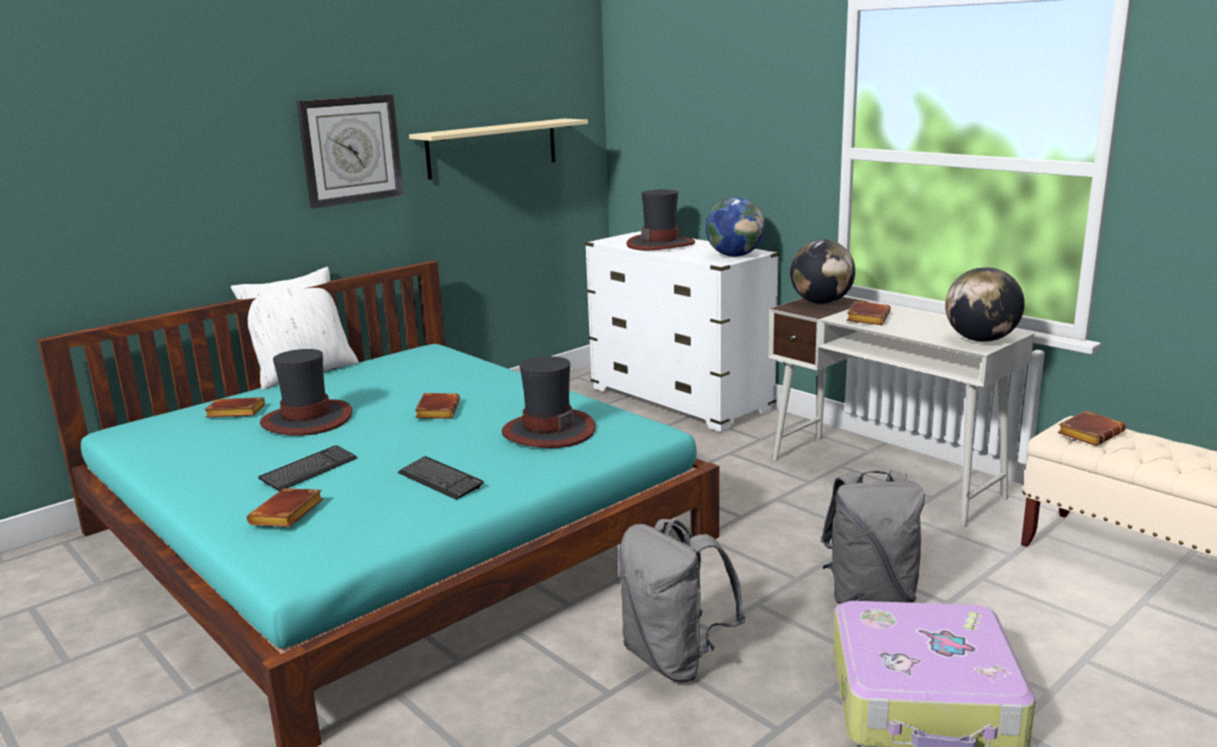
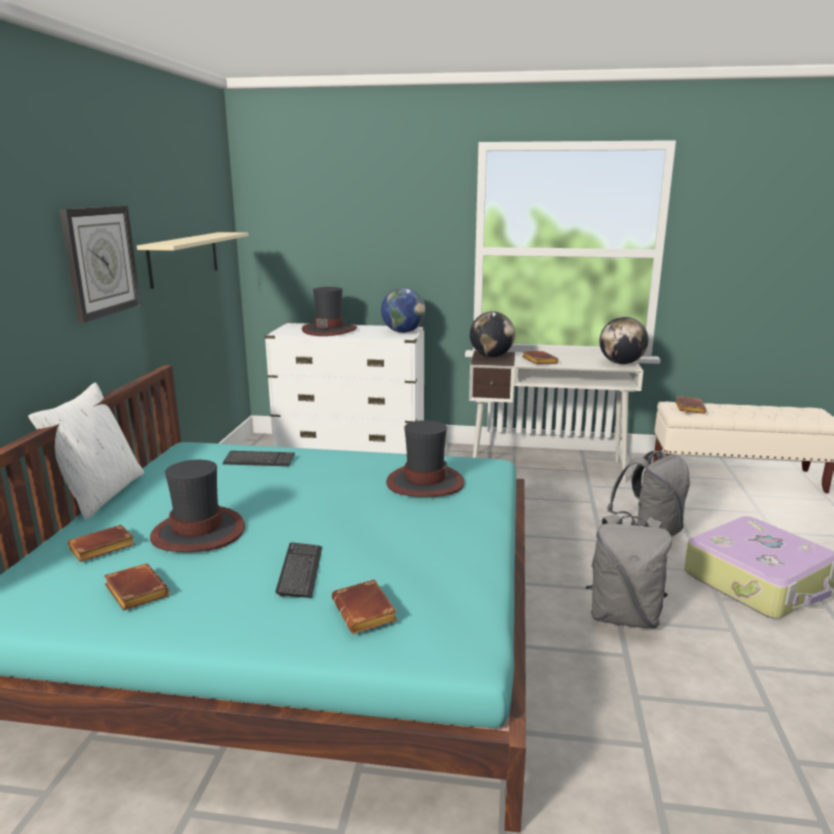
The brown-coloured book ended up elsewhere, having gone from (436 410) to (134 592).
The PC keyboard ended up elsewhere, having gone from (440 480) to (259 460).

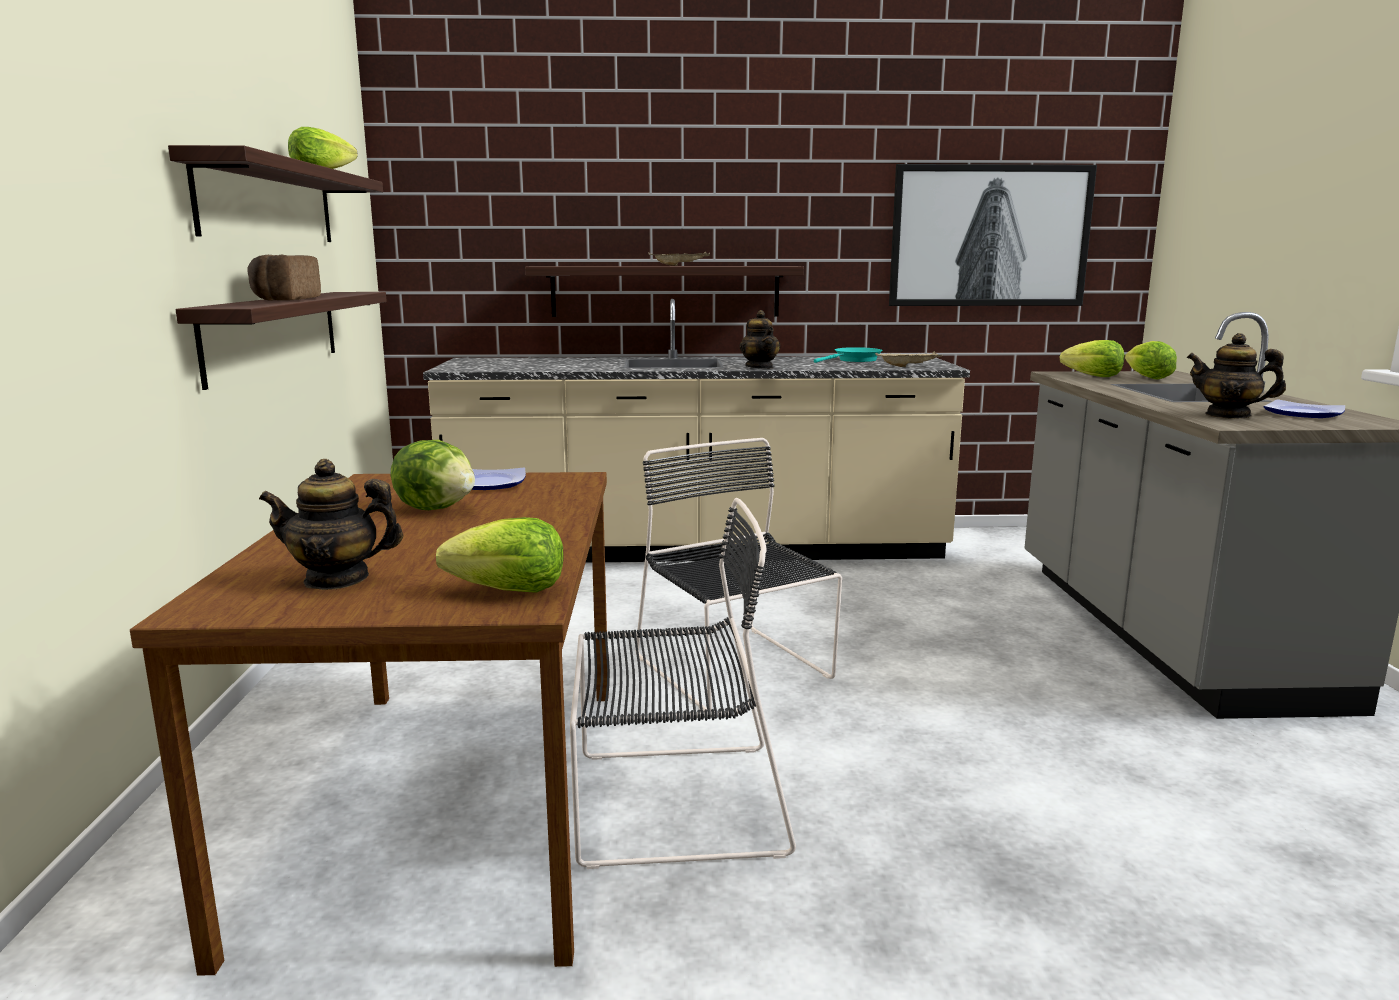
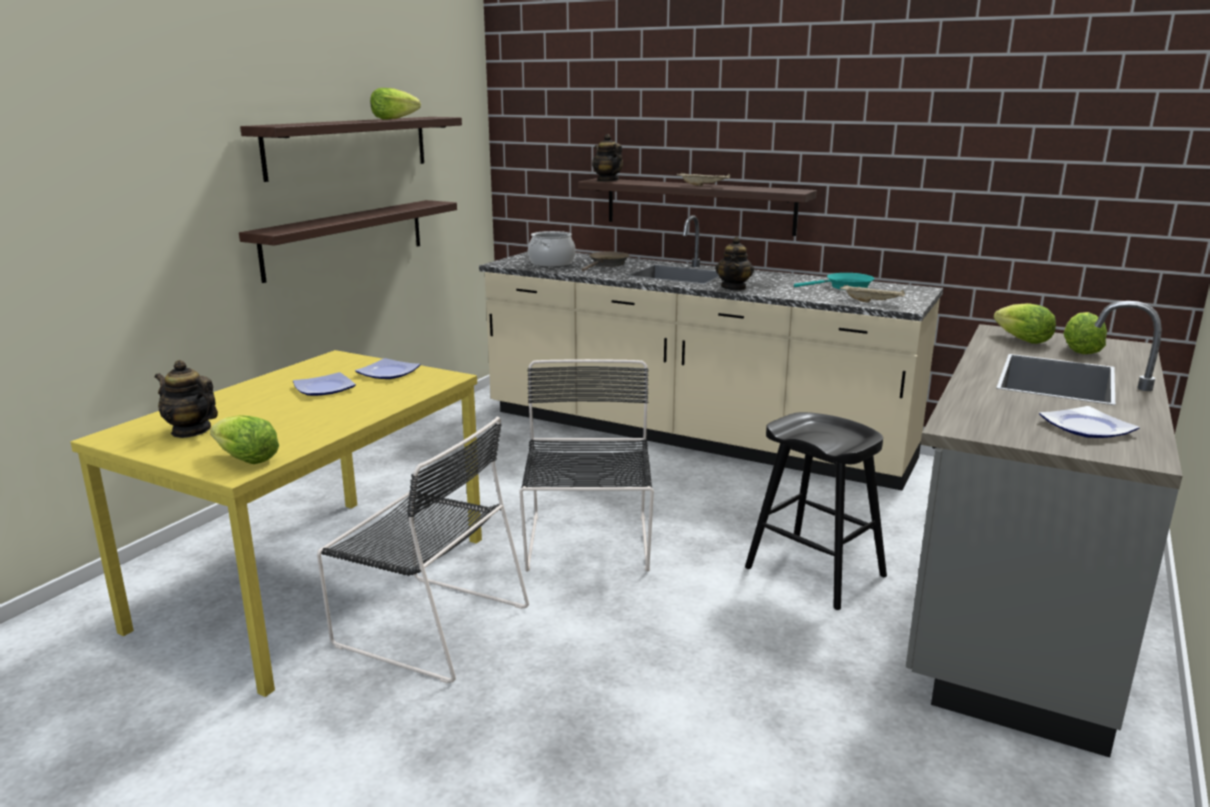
What was the brown-coloured dining table at (454 803) turned into the yellowish dining table at (316 583).
Where the lettuce head stood at (437 508), the plate came to stand at (325 388).
The second view gained the stockpot at (552 263).
The second view gained the brown-coloured skillet at (607 264).
The tea pot ended up elsewhere, having gone from (1228 415) to (607 180).
The second view gained the black stool at (814 572).
The second view lost the bread at (284 299).
The second view lost the wall art at (990 236).

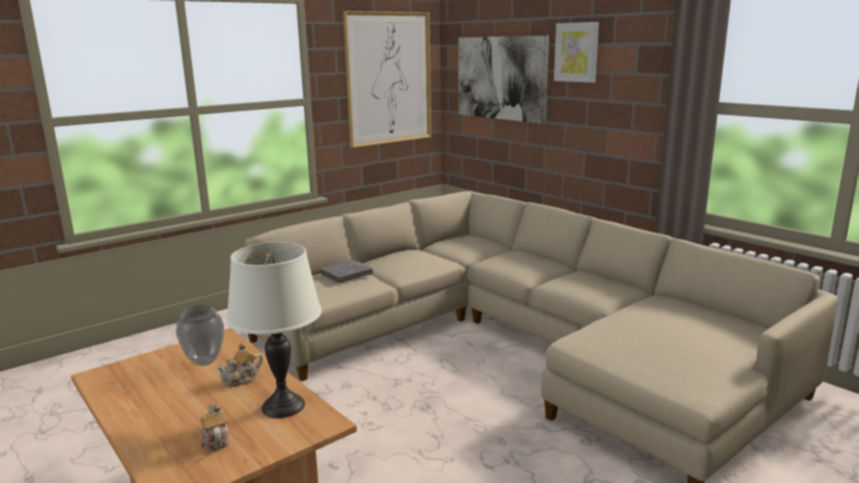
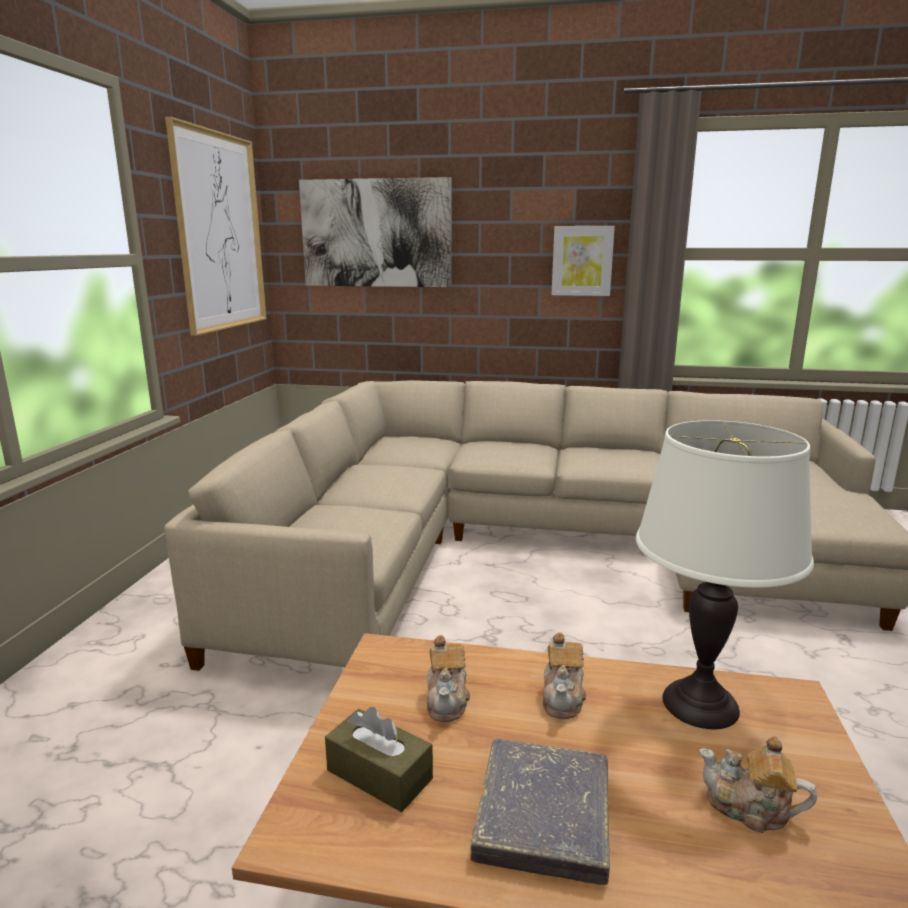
The second view gained the brown-coloured tissue box at (379 774).
Where the flower vase stood at (205 361), the tea pot came to stand at (447 700).
The gray book ended up elsewhere, having gone from (346 274) to (543 815).
The wall art ended up elsewhere, having gone from (576 52) to (582 261).

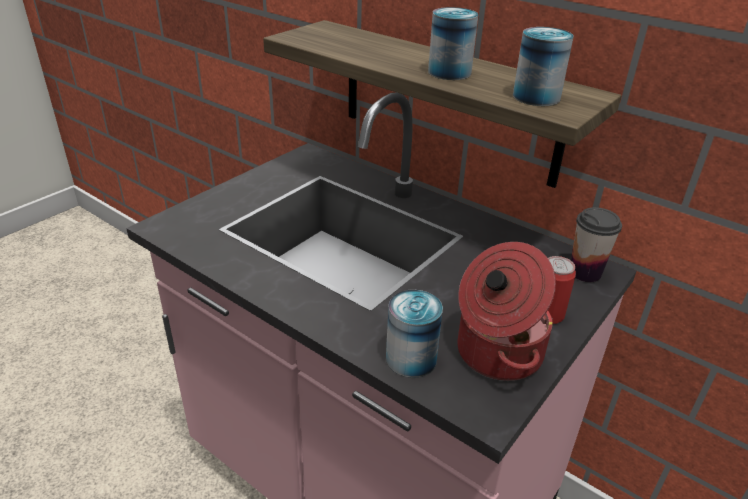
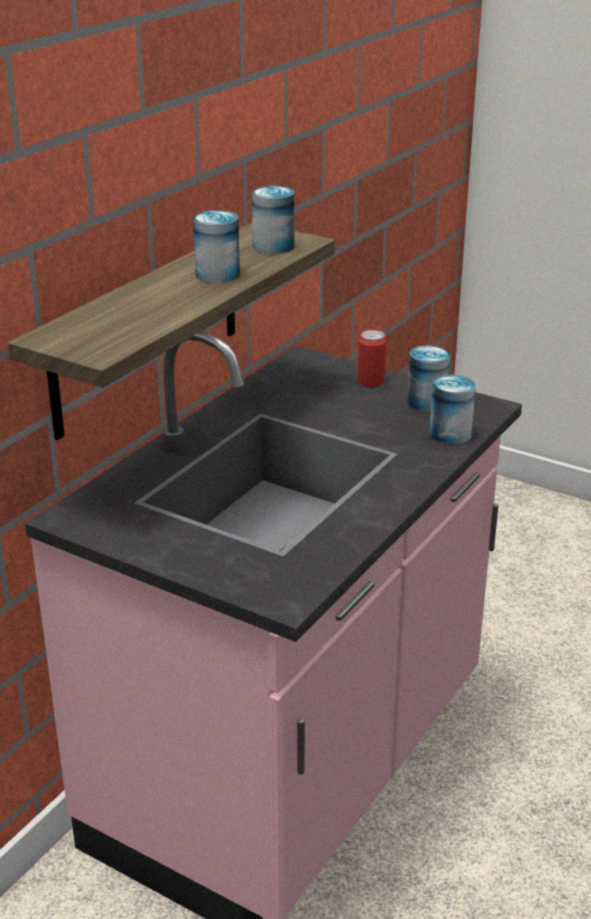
Where the stockpot stood at (496 352), the sealed can came to stand at (427 402).
The second view lost the drinking cup at (585 272).

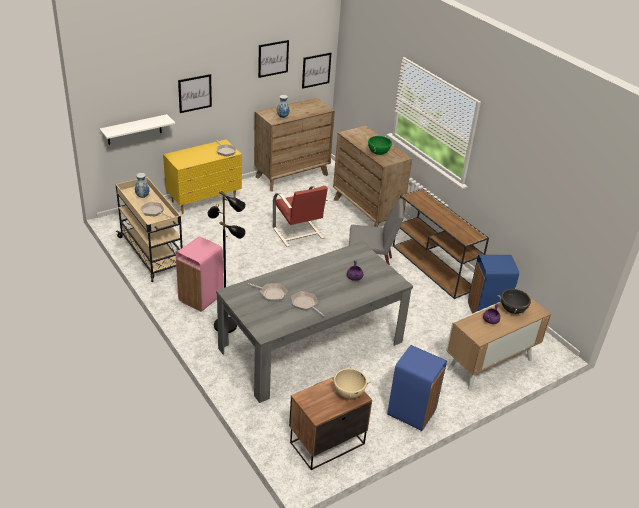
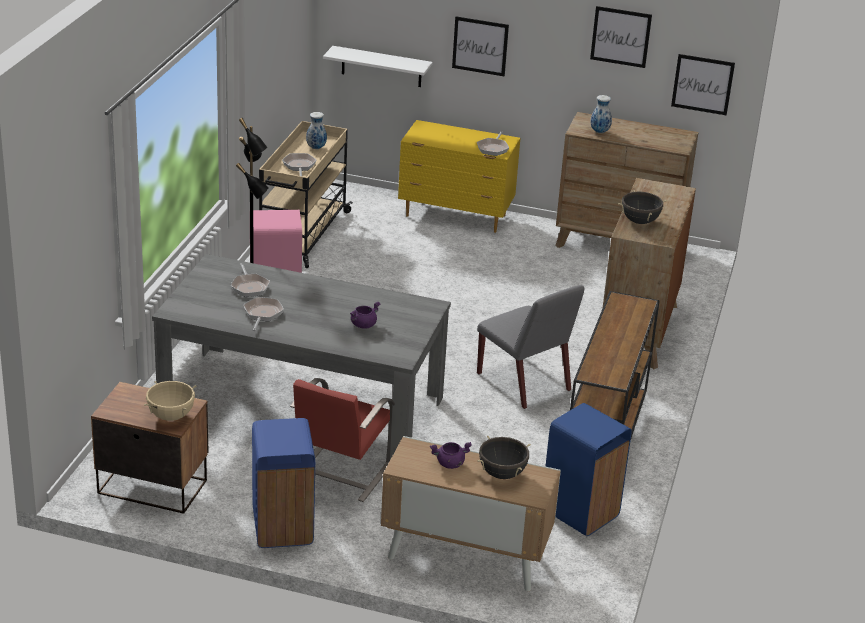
The red-coloured chair ended up elsewhere, having gone from (298 234) to (340 473).
What was the green stockpot at (378 153) turned into the black stockpot at (639 221).

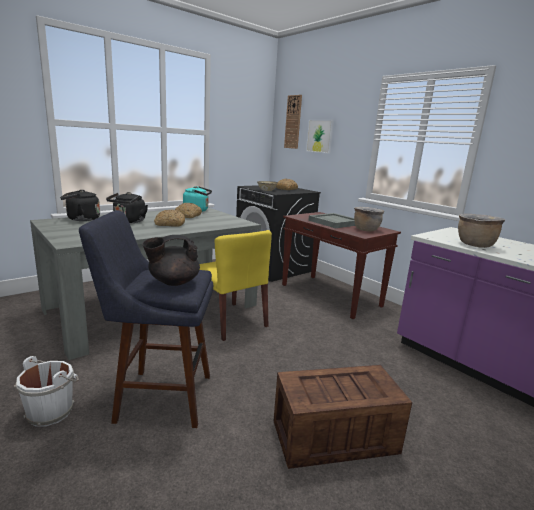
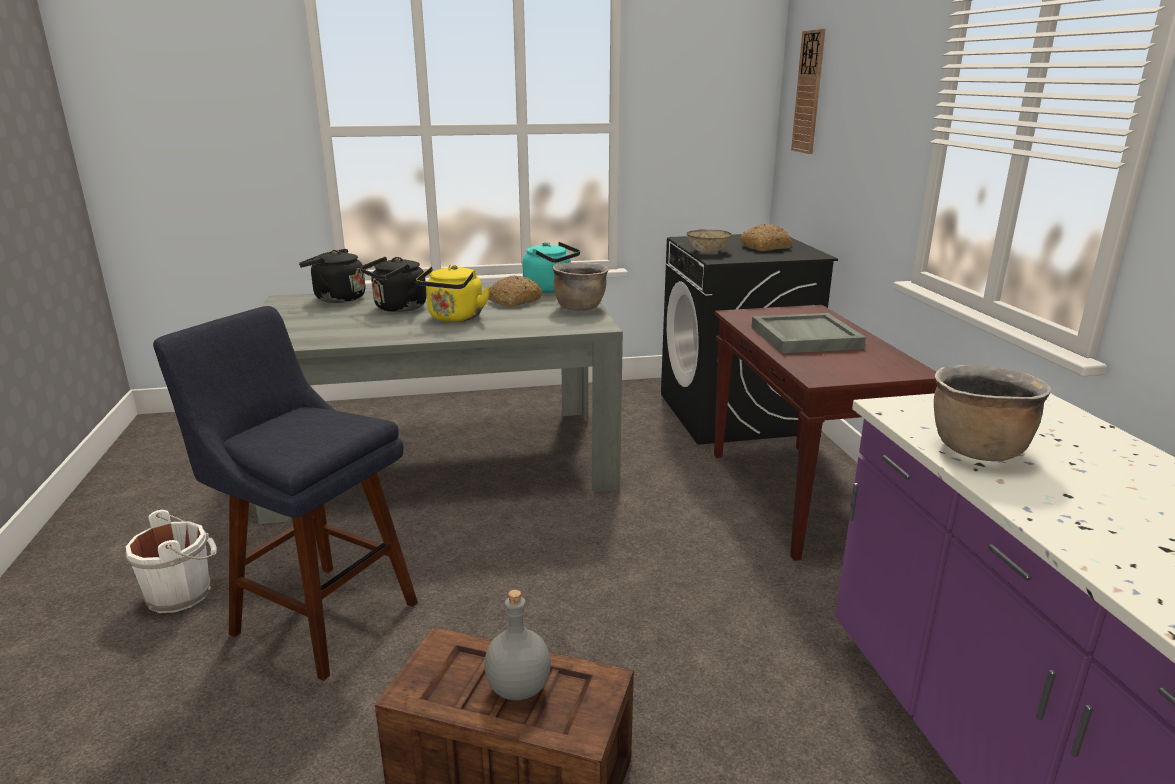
Where the bread stood at (170 224), the yellowish kettle came to stand at (454 318).
The second view gained the gray beverage bottle at (519 687).
The brown-coloured stockpot ended up elsewhere, having gone from (366 230) to (580 307).
The second view lost the black tea pot at (173 282).
The second view lost the yellowish chair at (230 320).
The second view lost the wall art at (320 136).

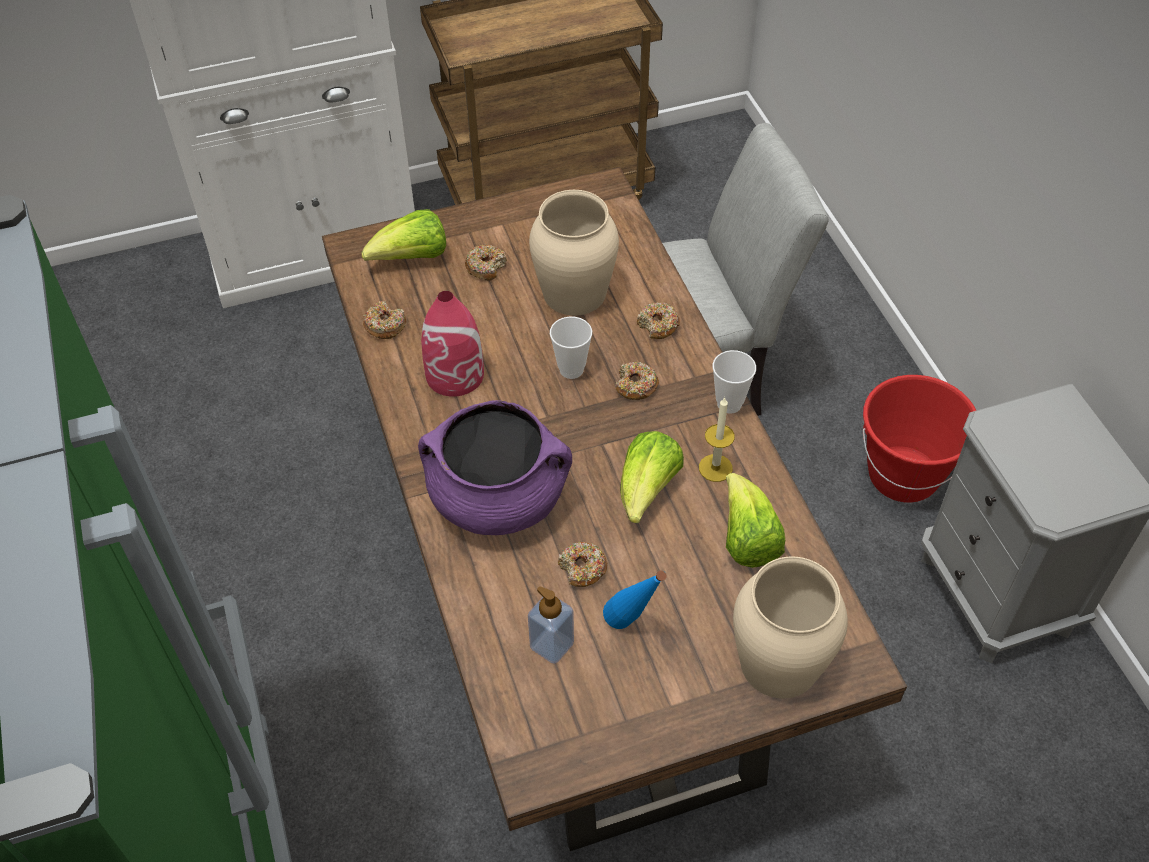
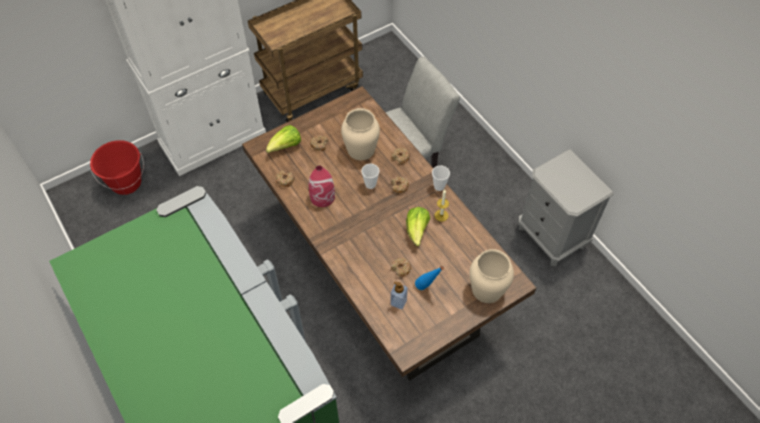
The red-coloured water bucket ended up elsewhere, having gone from (903 475) to (126 183).
The second view lost the purple stockpot at (499 498).
The second view lost the lettuce head at (747 539).

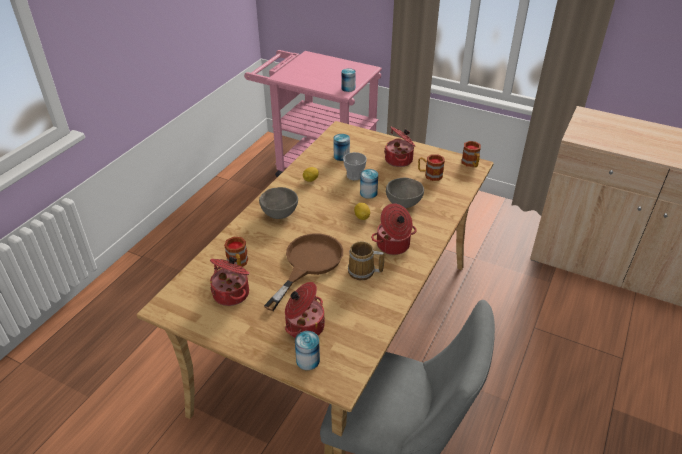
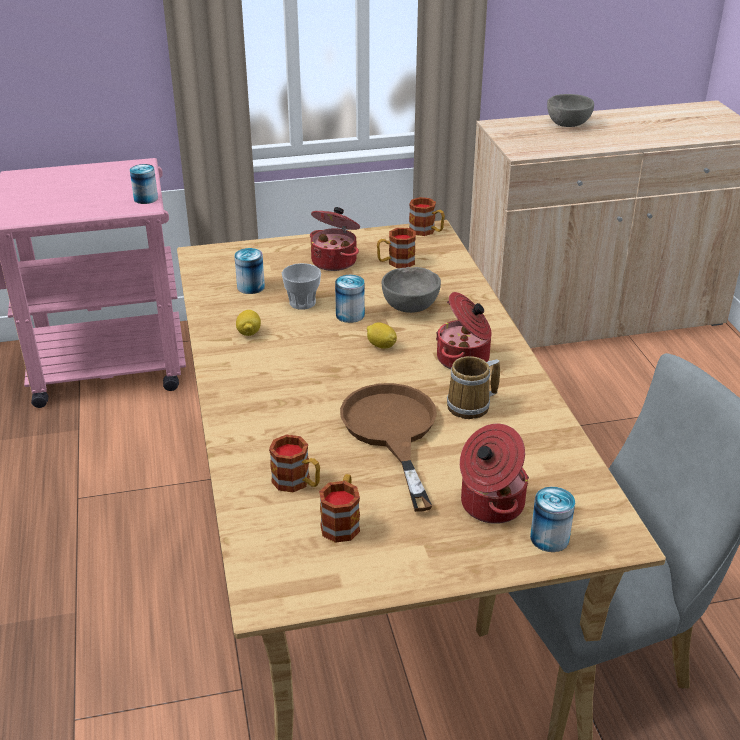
Where the stockpot stood at (232 293), the tea mug came to stand at (342 522).
The gray serving bowl ended up elsewhere, having gone from (279 213) to (567 124).

